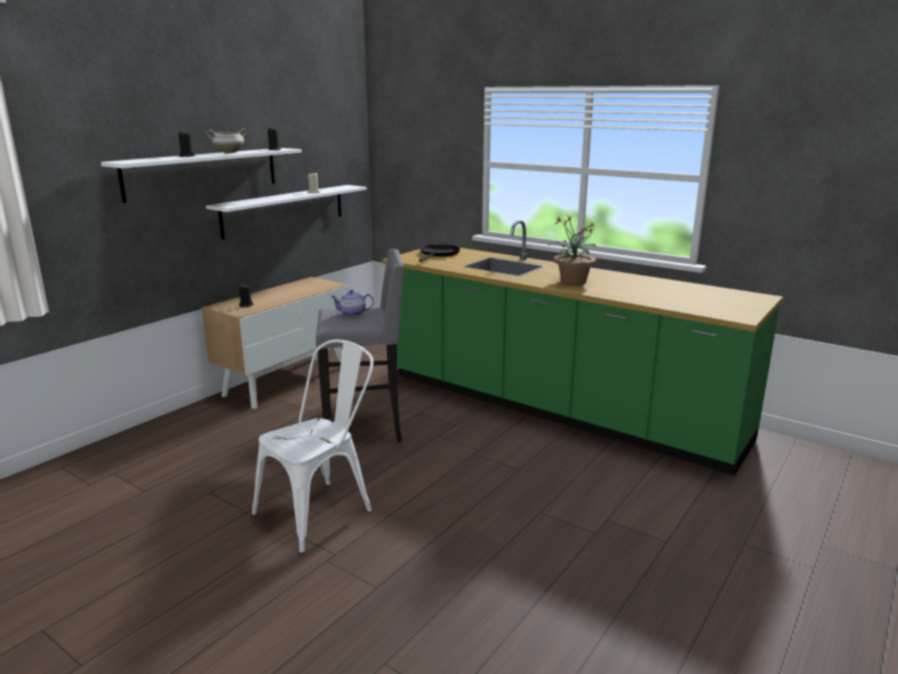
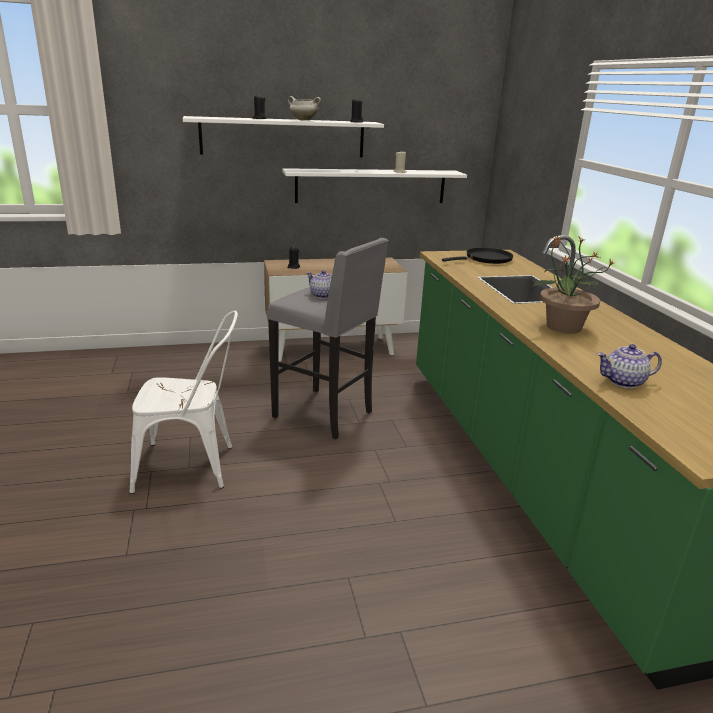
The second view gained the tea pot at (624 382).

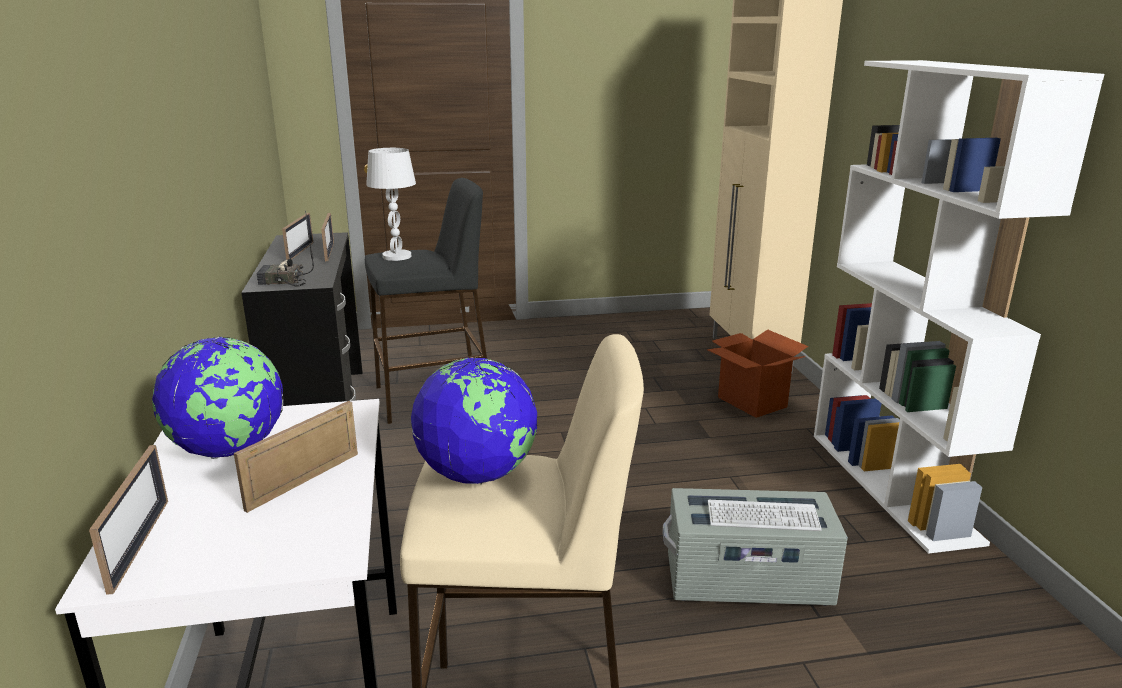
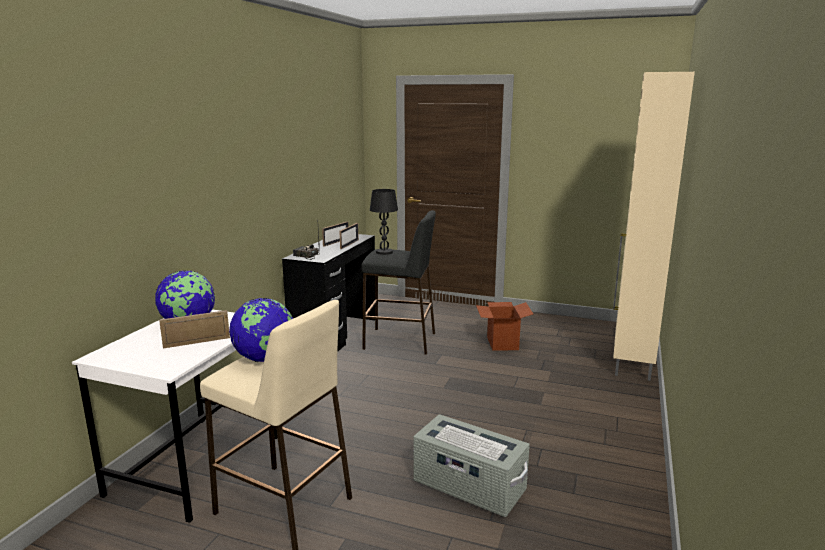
What was the whitish table lamp at (397 256) turned into the black table lamp at (384 252).
The packing box ended up elsewhere, having gone from (751 402) to (502 343).
The second view lost the standing frame at (139 544).
The second view lost the whitish shelving unit at (893 485).

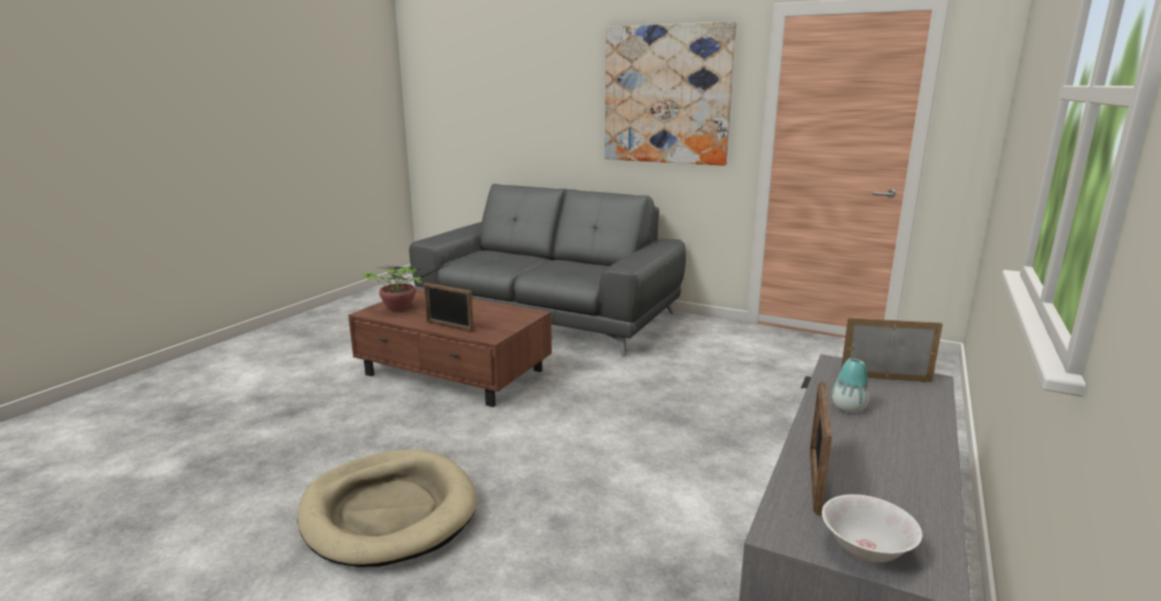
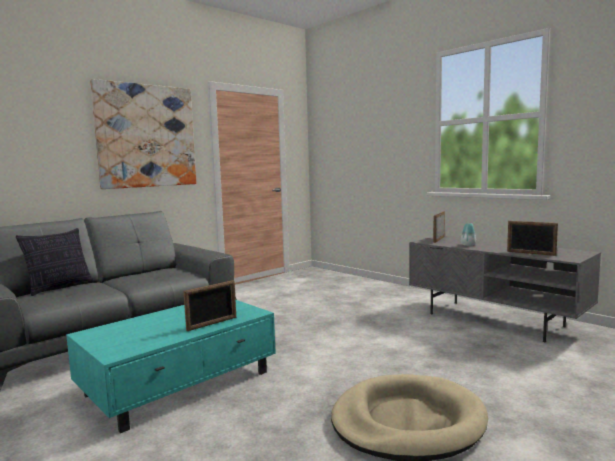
The second view gained the cushion at (59 287).
What was the brown-coloured low table at (455 373) turned into the turquoise-coloured low table at (181 383).
The second view lost the potted plant at (401 308).
The second view lost the whitish serving bowl at (865 549).

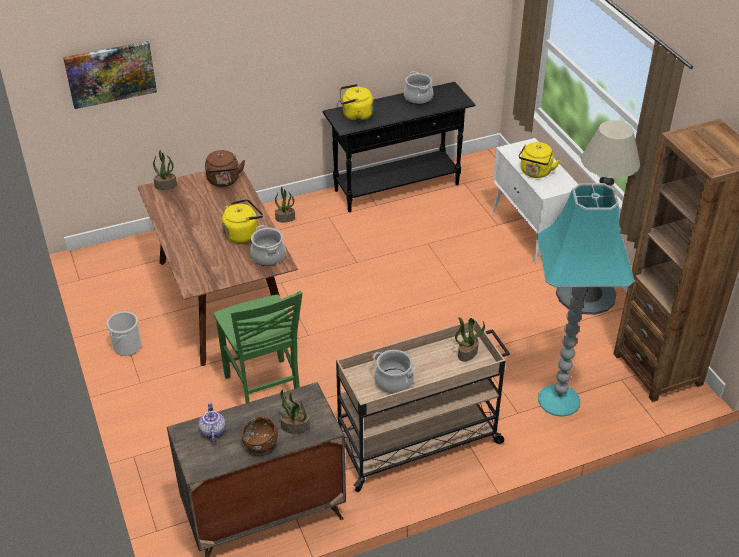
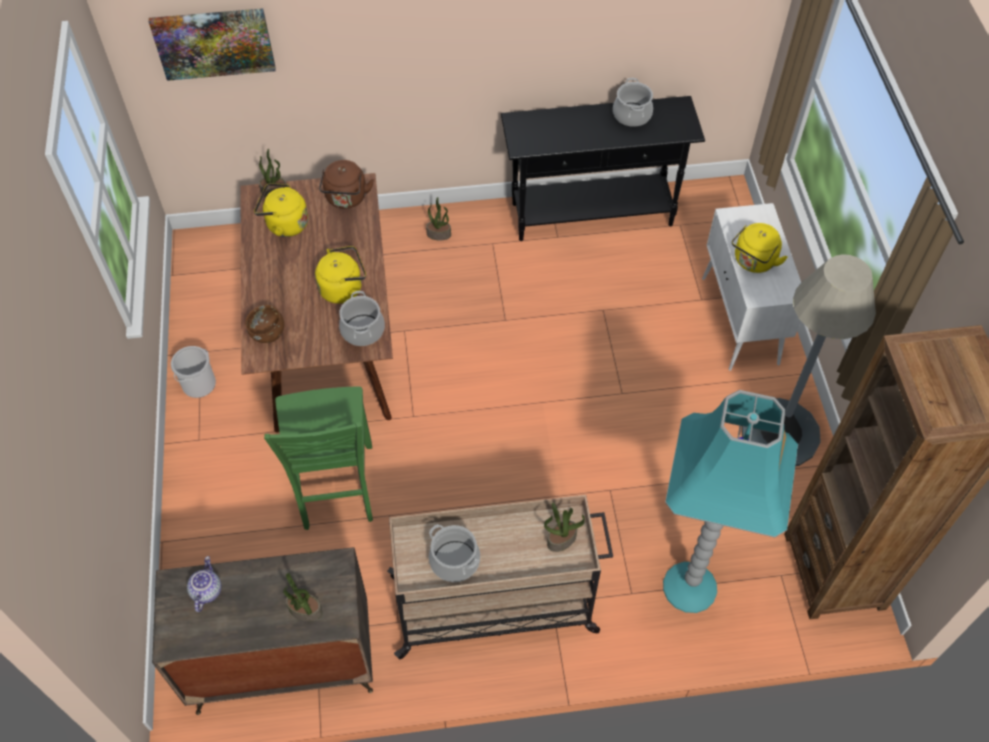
The brown-coloured serving bowl ended up elsewhere, having gone from (261 444) to (268 333).
The yellowish kettle ended up elsewhere, having gone from (355 115) to (284 224).

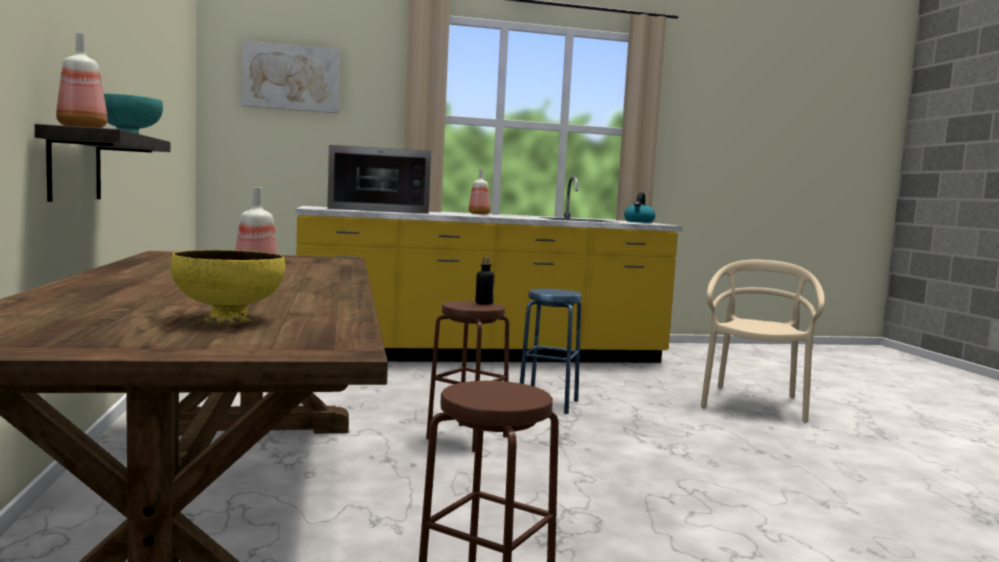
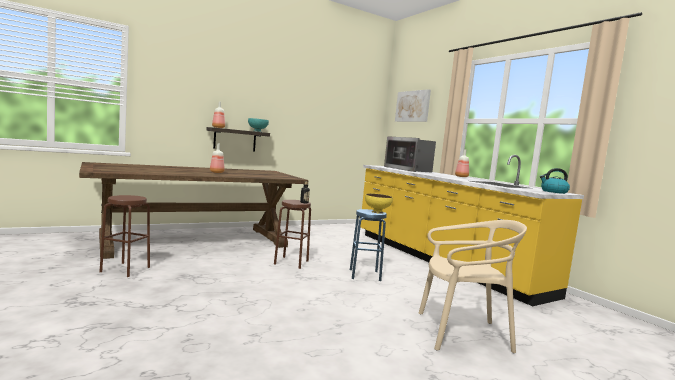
The yellowish serving bowl ended up elsewhere, having gone from (228 319) to (377 212).

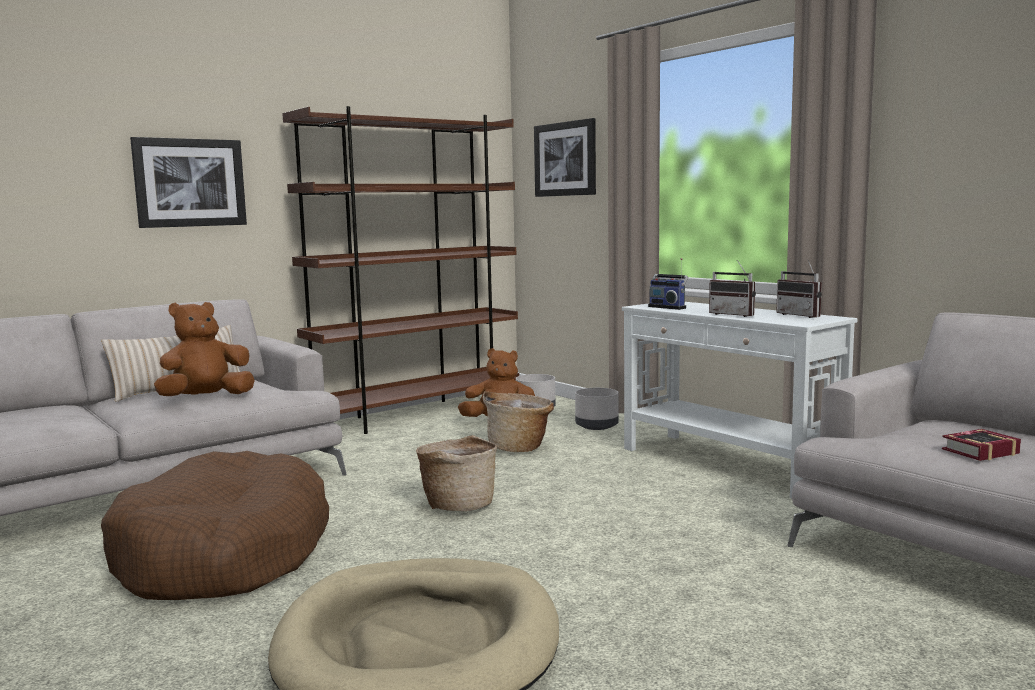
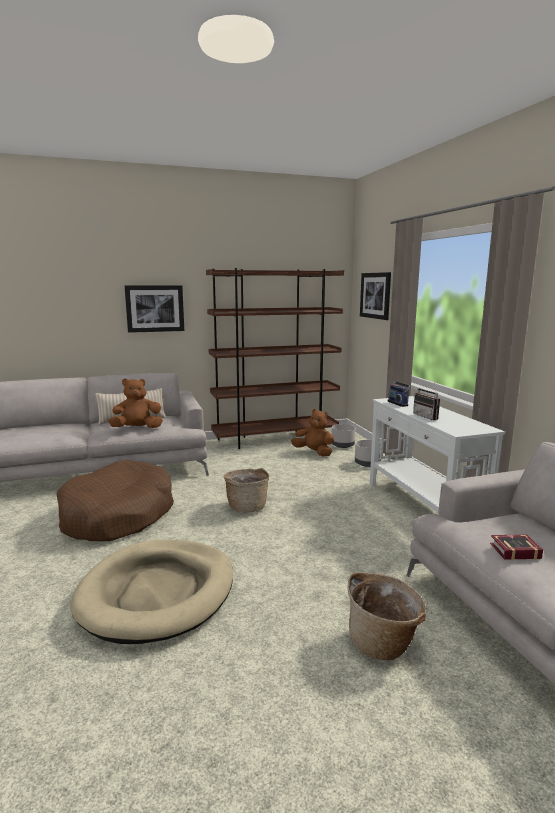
The storage basket ended up elsewhere, having gone from (519 447) to (383 642).
The second view lost the radio set at (802 315).

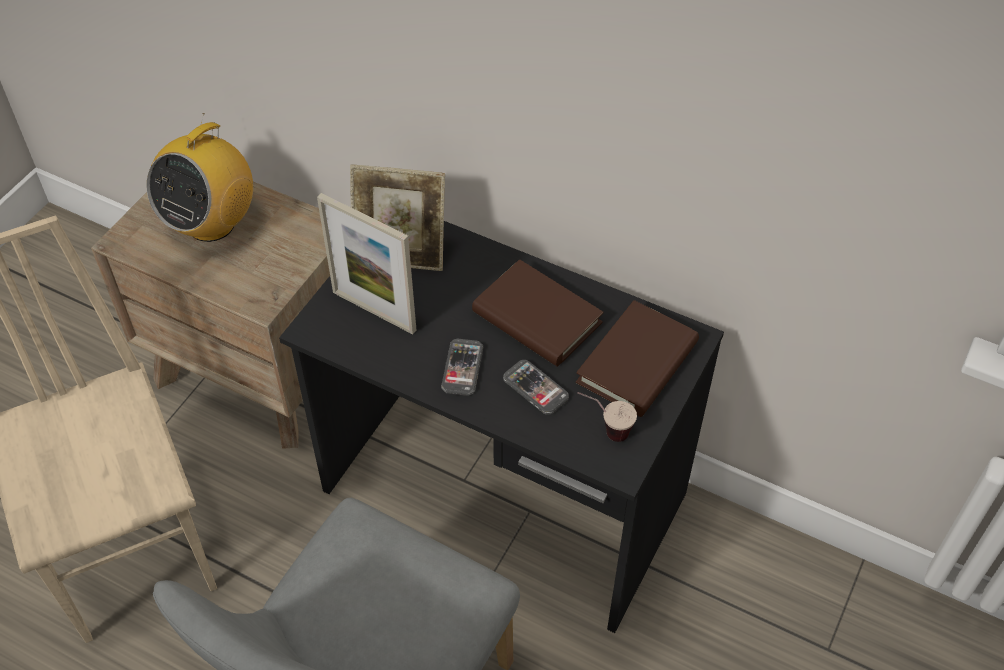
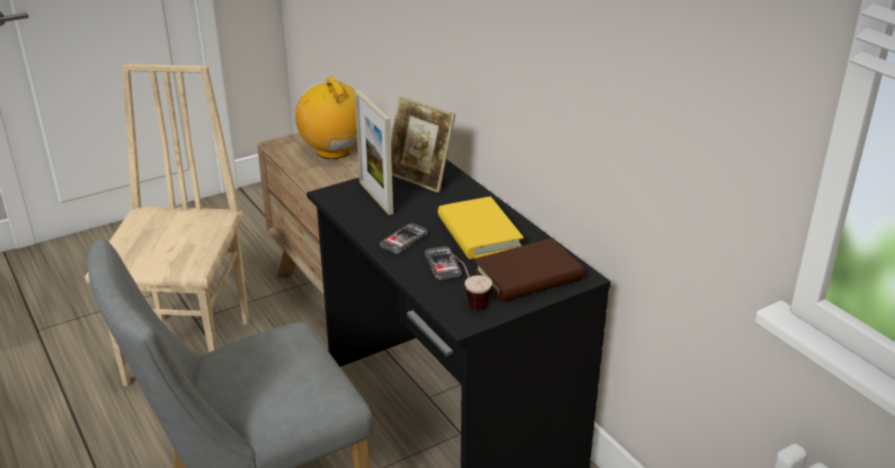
The radio set at (211 223) ended up facing another way, 90 degrees clockwise from before.
What was the brown-coloured book at (537 318) turned into the yellowish book at (479 232).

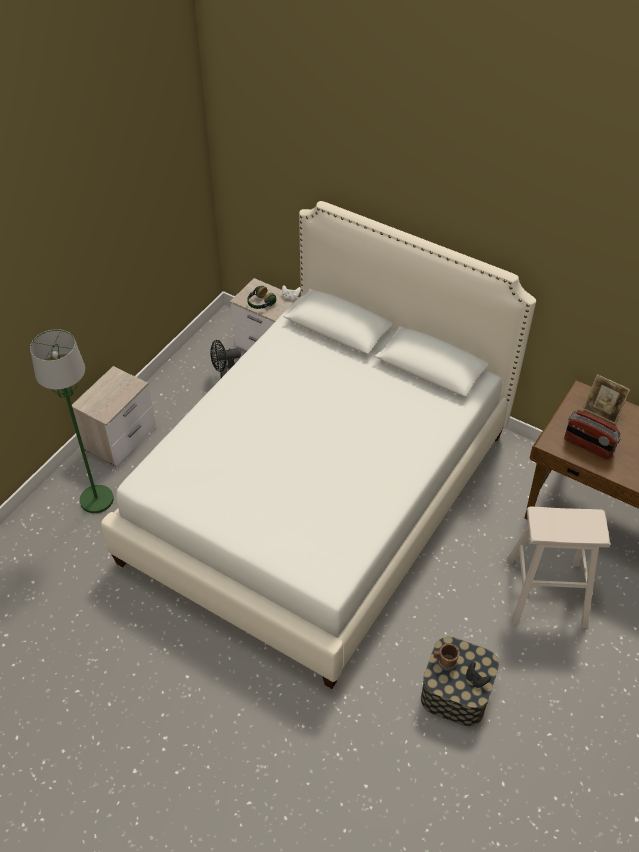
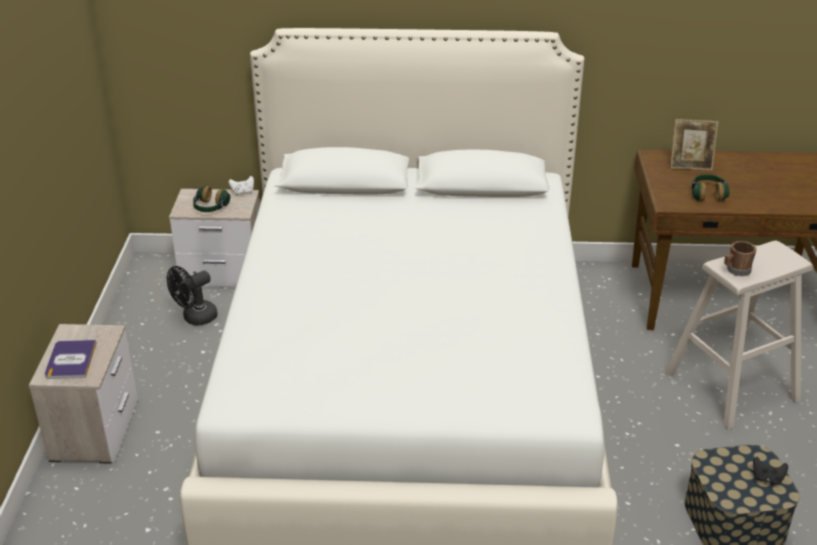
The second view gained the book at (71 360).
Where the radio set stood at (588 446), the pair of headphones came to stand at (707 194).
The brown-coloured tea mug ended up elsewhere, having gone from (444 662) to (736 270).
The second view lost the green standing lamp at (97 500).

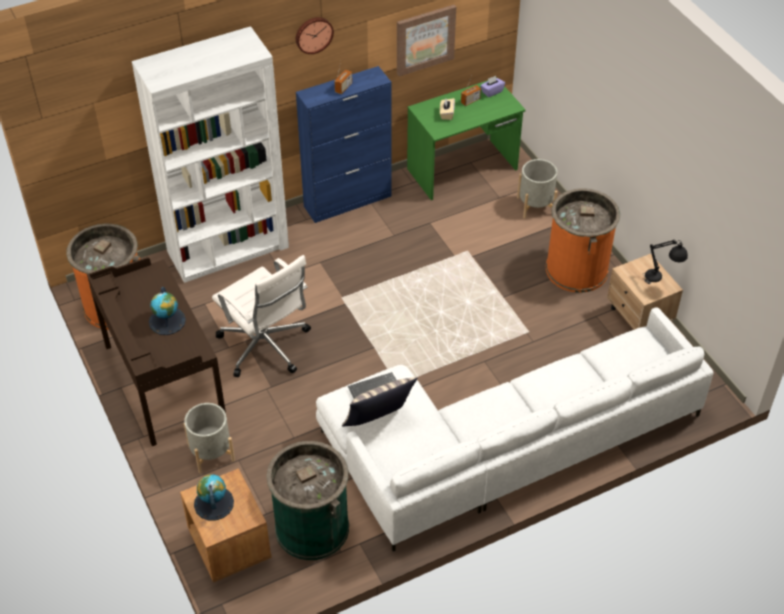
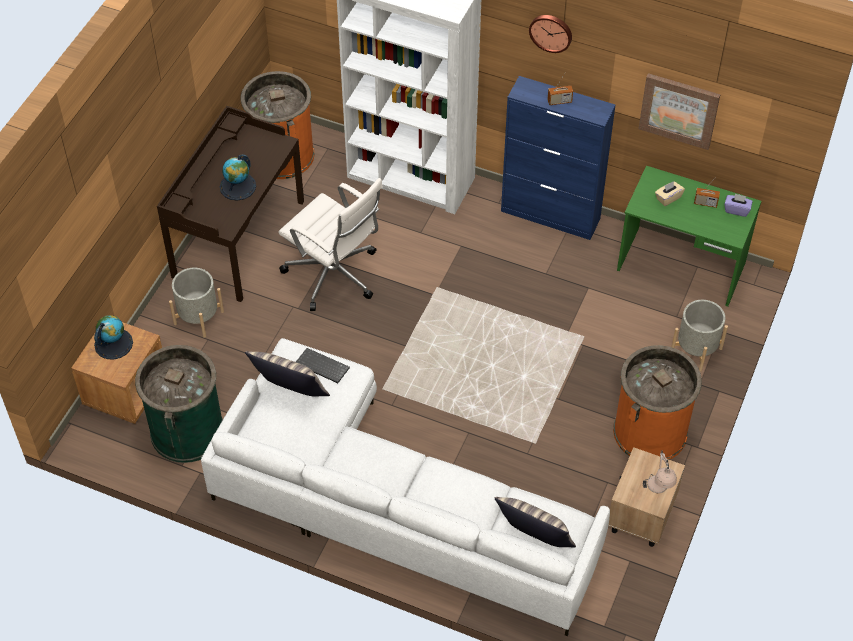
The whitish desk chair at (265 347) ended up facing another way, 60 degrees counterclockwise from before.
The second view gained the cushion at (533 540).
What was the black table lamp at (661 280) turned into the sand-coloured table lamp at (657 494).

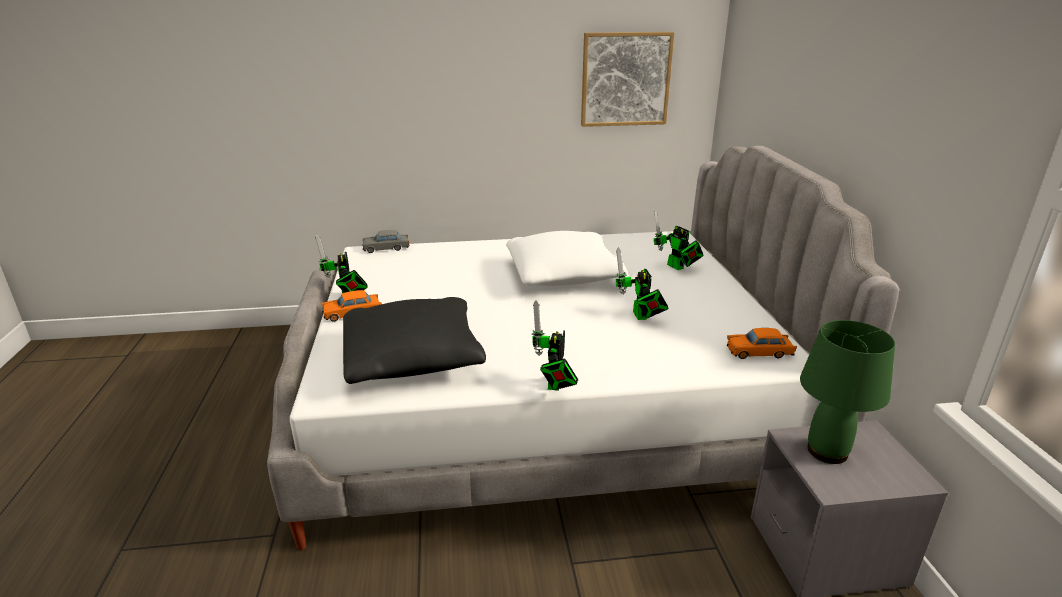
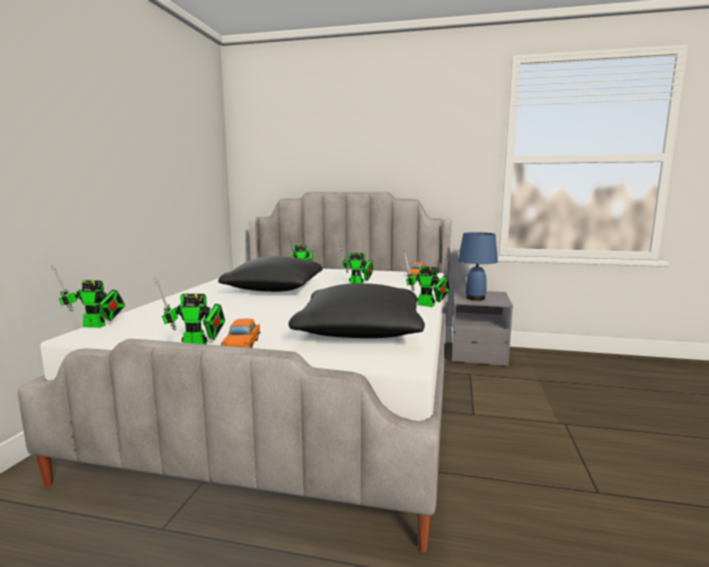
Where the gray toy car stood at (386 248), the robot figure came to stand at (97 326).
What was the whitish cushion at (563 275) turned into the black cushion at (275 289).
What was the green table lamp at (828 452) turned into the bluish table lamp at (476 298).
The second view lost the wall art at (625 79).

